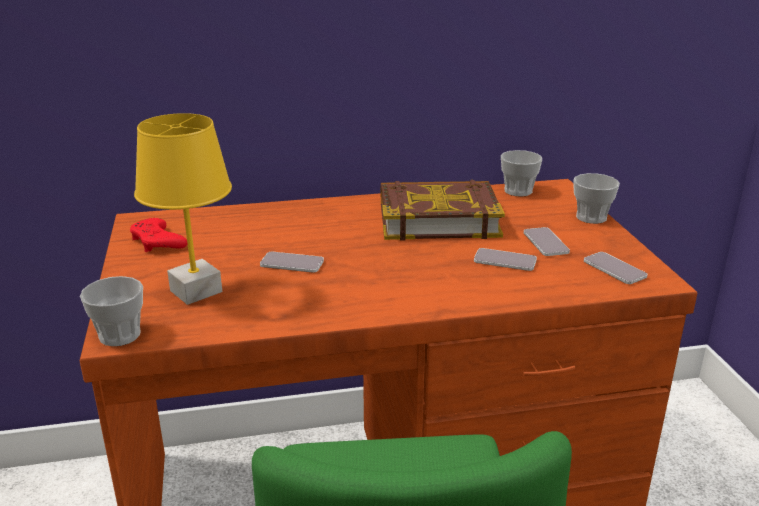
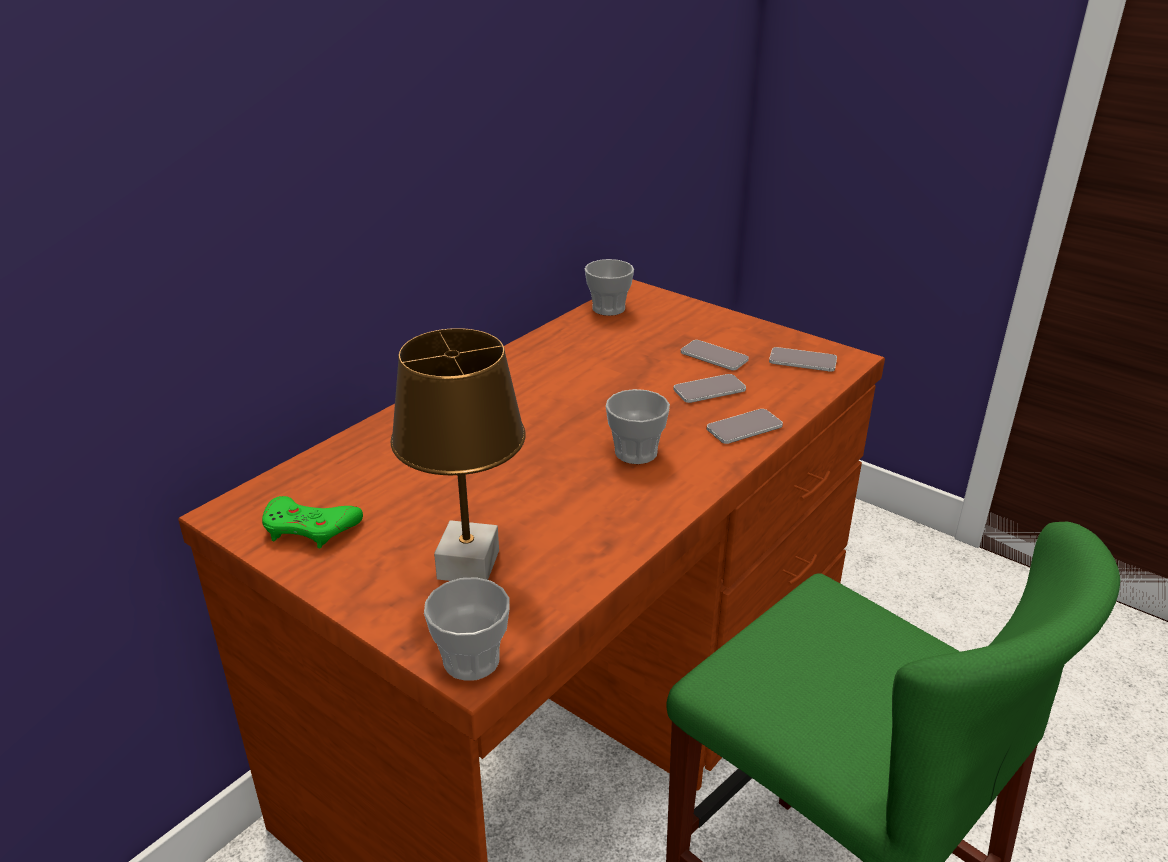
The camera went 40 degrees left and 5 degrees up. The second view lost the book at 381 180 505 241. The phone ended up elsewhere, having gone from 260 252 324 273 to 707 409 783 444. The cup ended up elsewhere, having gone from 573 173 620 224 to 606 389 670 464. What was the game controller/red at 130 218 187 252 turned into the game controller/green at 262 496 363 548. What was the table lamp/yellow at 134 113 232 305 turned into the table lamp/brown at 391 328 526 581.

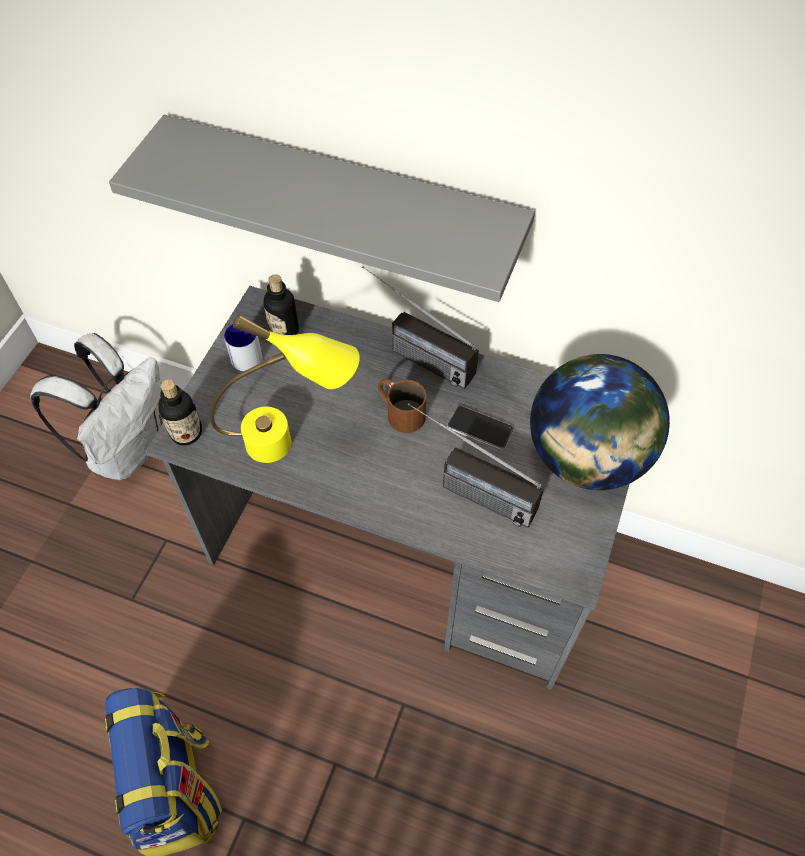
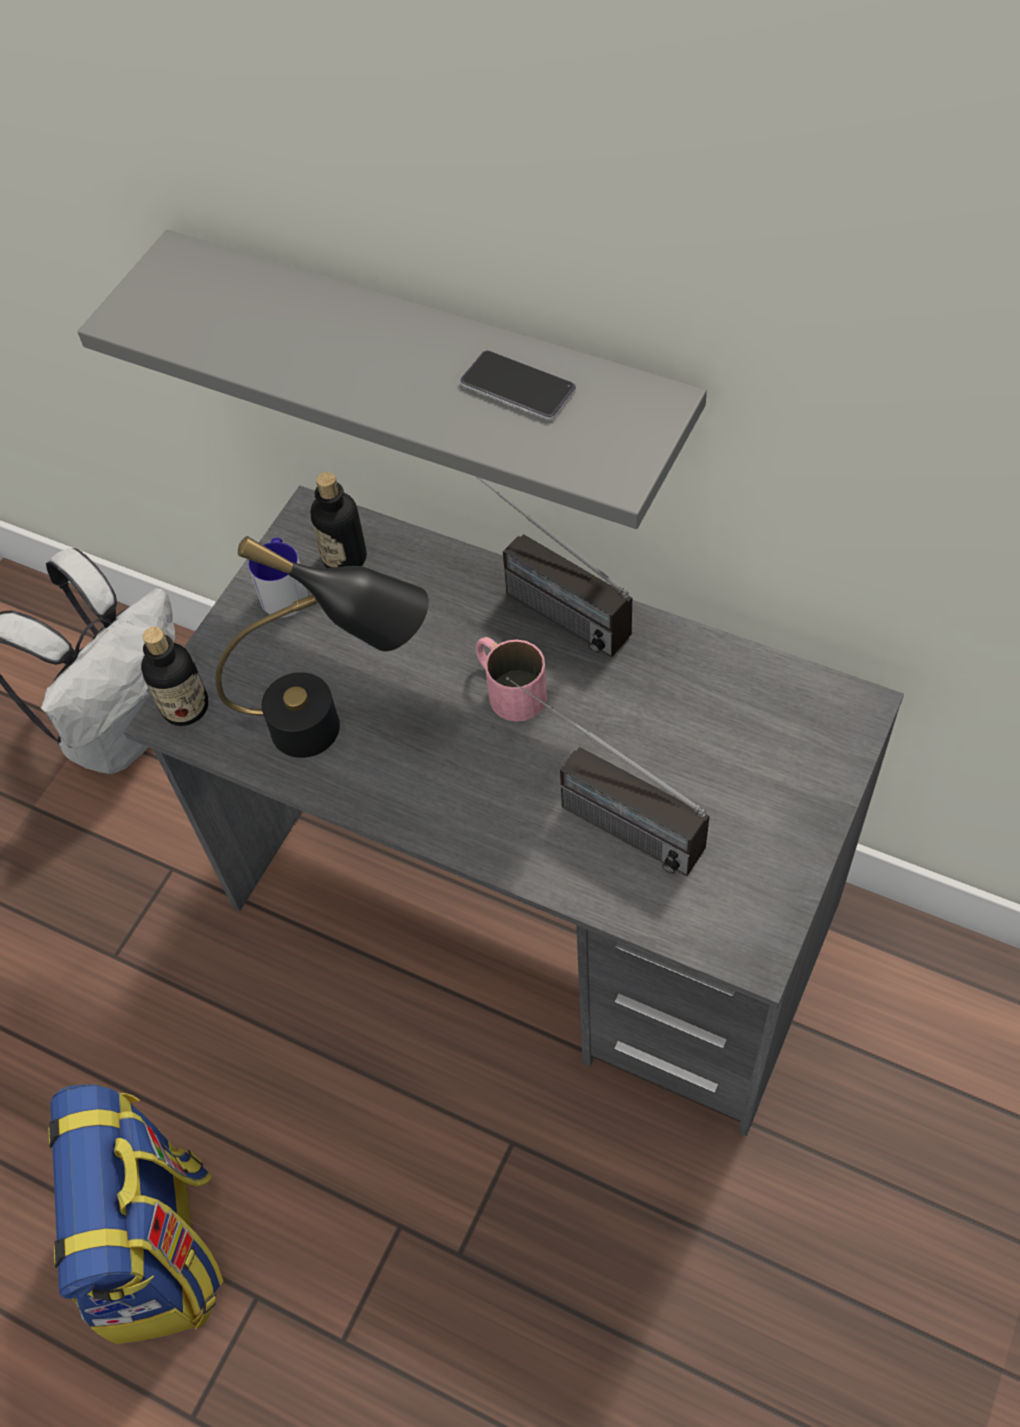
The camera went 10 degrees right and 0 degrees up. The second view lost the globe at 530 354 670 490. The phone ended up elsewhere, having gone from 447 405 514 450 to 460 350 576 420. What was the table lamp/yellow at 210 315 360 463 turned into the table lamp/black at 216 536 429 758. What was the mug/brown at 378 379 427 433 turned into the mug/pink at 475 637 547 722.

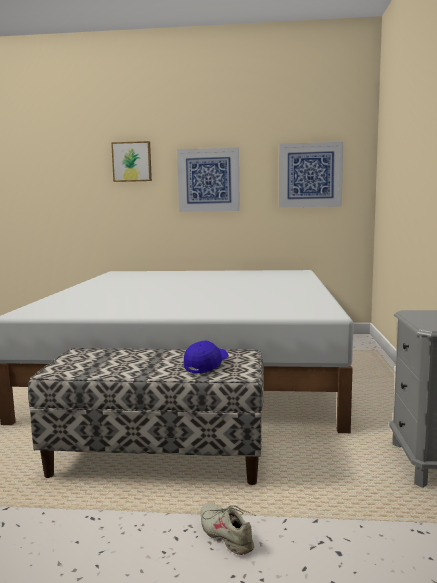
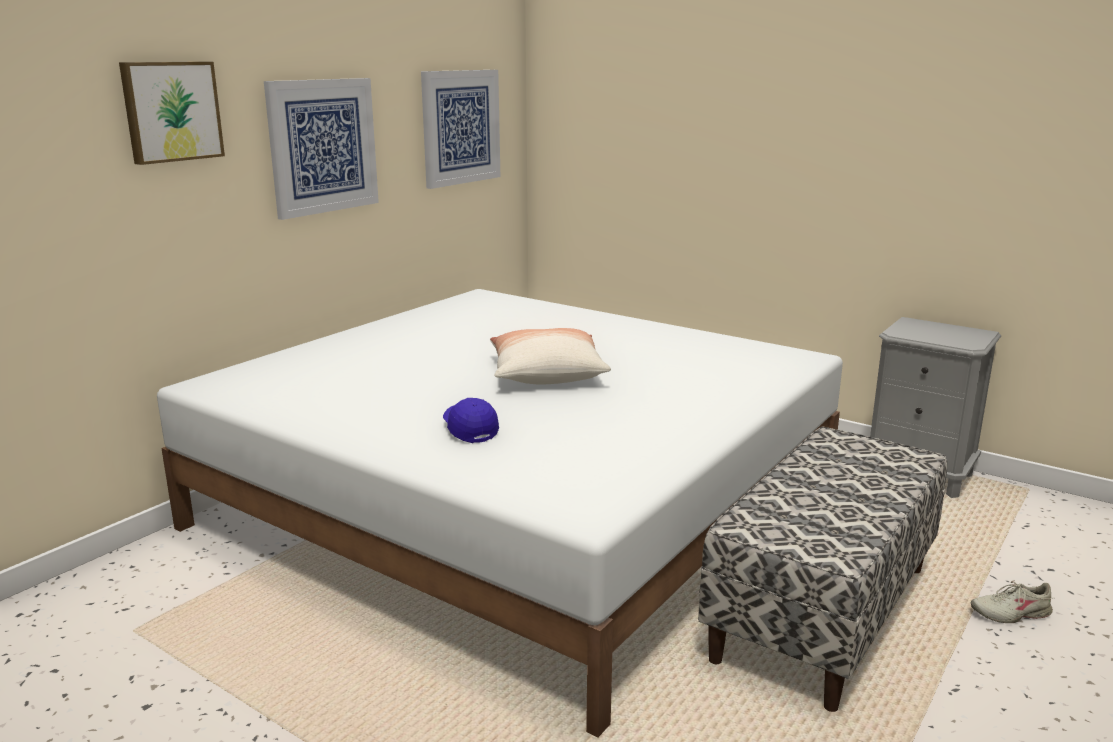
The camera went 60 degrees left and 10 degrees up. The second view gained the pillow at 490 328 611 385. The cap/blue ended up elsewhere, having gone from 184 340 229 374 to 443 398 499 443.

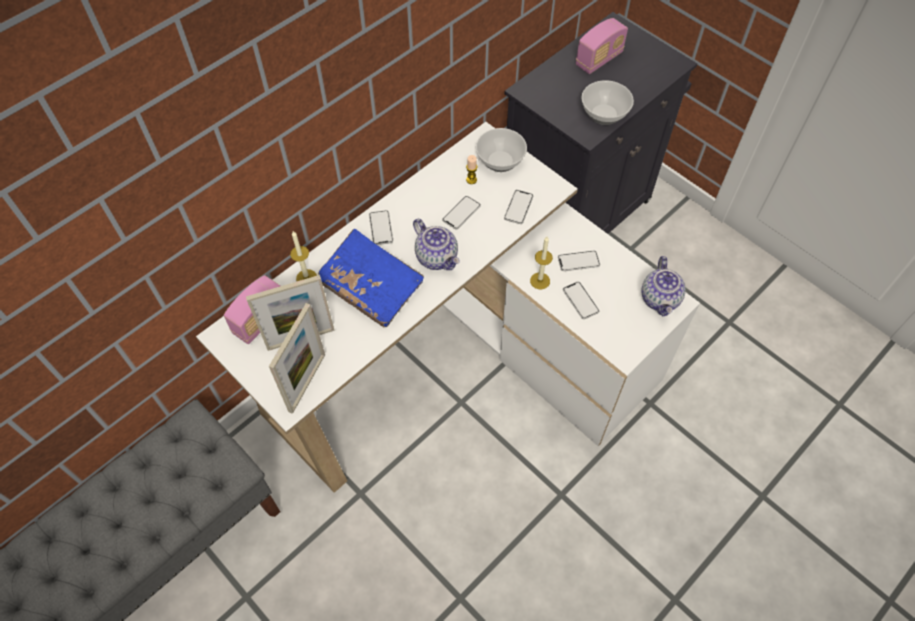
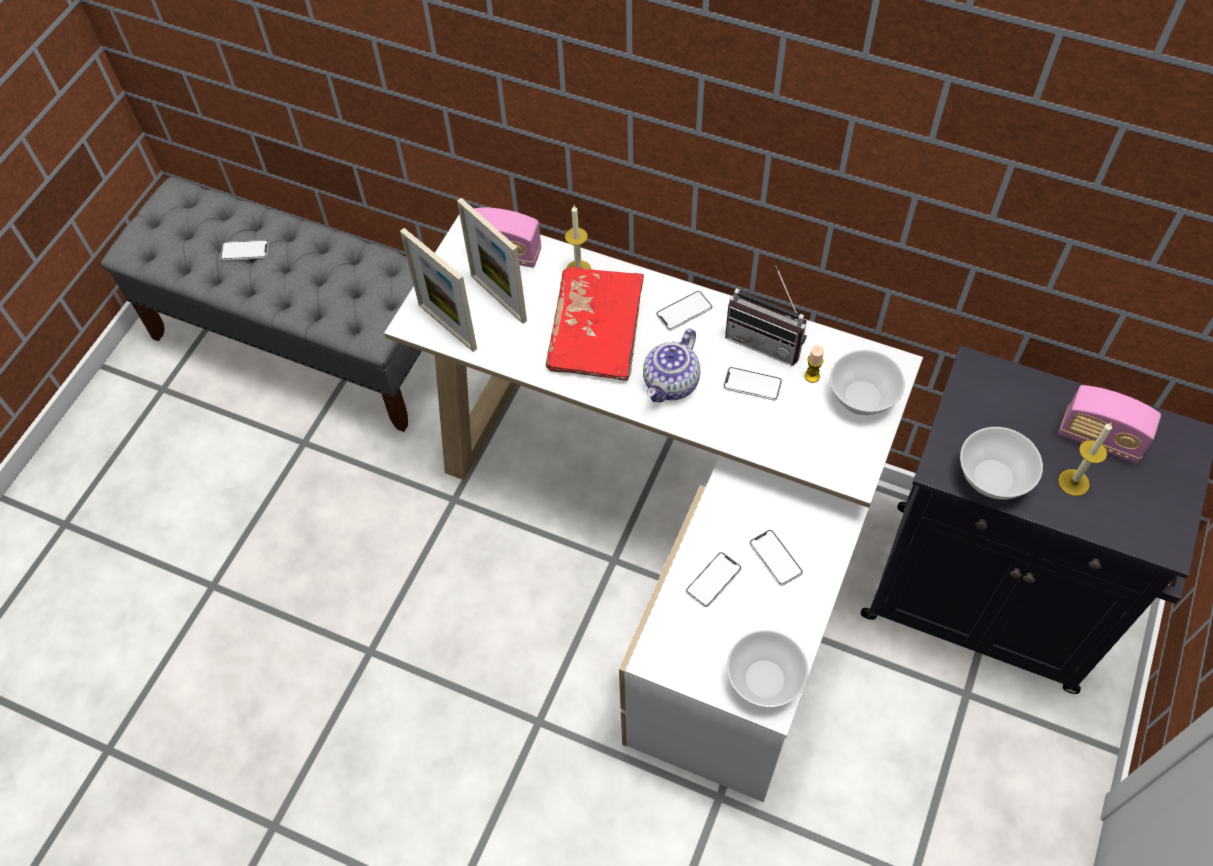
The camera went 70 degrees right and 0 degrees up. The second view gained the radio at 725 266 807 366. The phone ended up elsewhere, having gone from 504 190 533 224 to 220 240 269 260. The candle ended up elsewhere, having gone from 530 237 553 289 to 1058 423 1112 496. Where the teapot stood at 641 256 686 316, the bowl came to stand at 727 630 809 707. What was the book/blue at 318 229 424 327 turned into the book/red at 546 267 644 381. The picture frame at 269 303 325 414 ended up facing another way, 45 degrees clockwise from before.

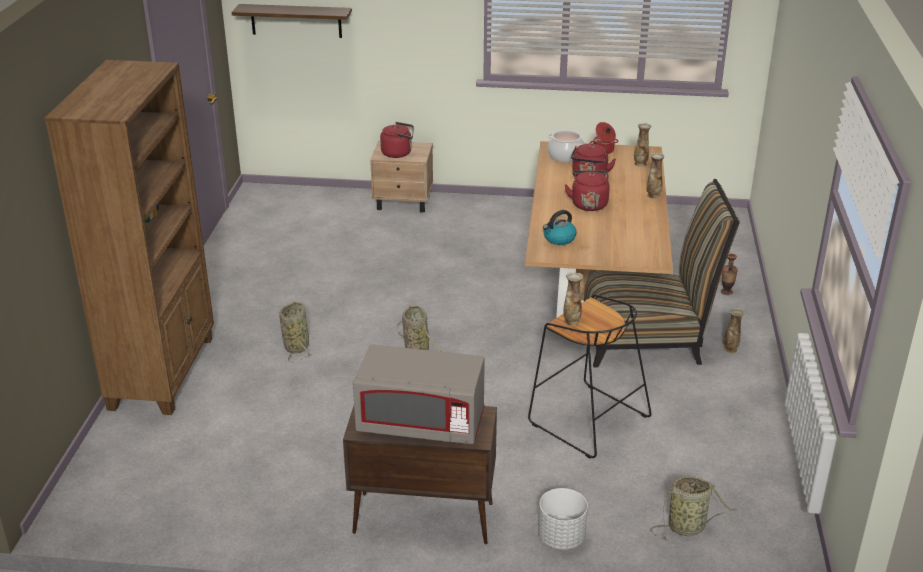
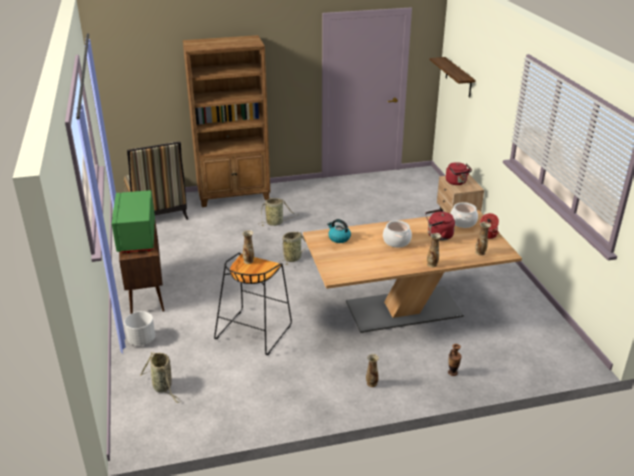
The camera went 70 degrees right and 0 degrees up. The chair ended up elsewhere, having gone from 584 179 740 367 to 124 142 189 220. Where the kettle/red stood at 565 170 610 211, the cooking pot came to stand at 383 221 412 248. What was the microwave/grey at 353 344 485 444 turned into the microwave/green at 112 190 155 253.

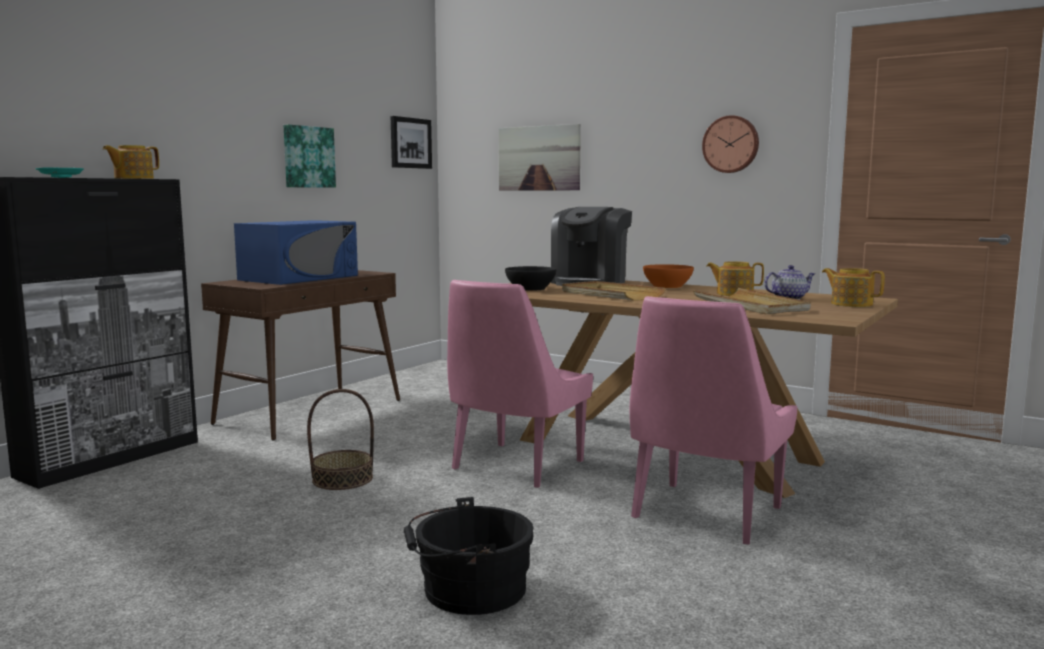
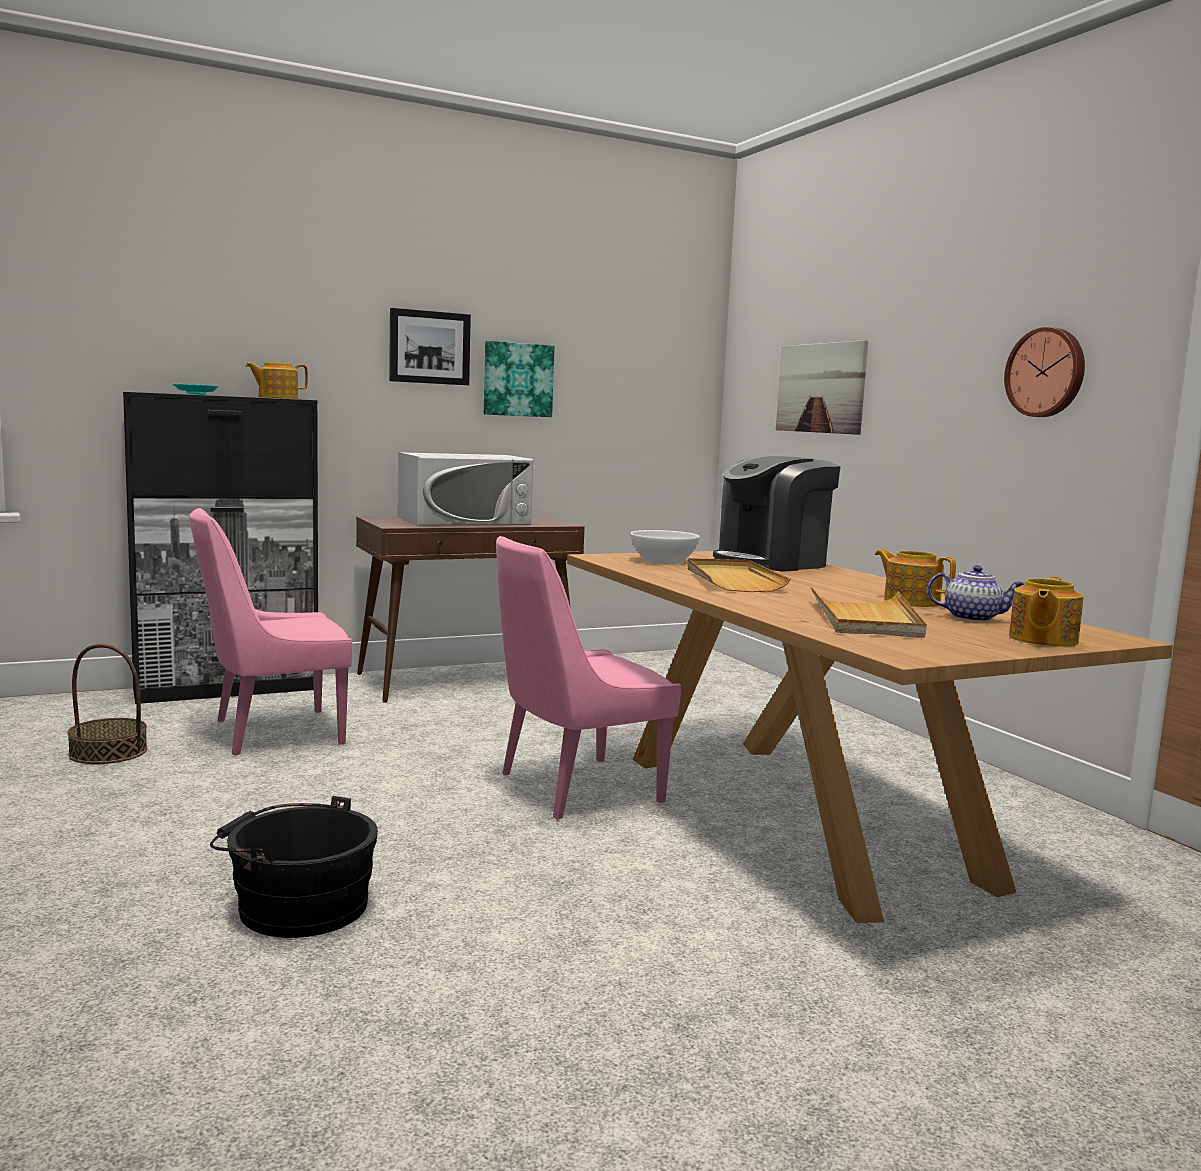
The camera went 30 degrees right and 0 degrees up. The second view lost the bowl/orange at 643 264 694 288. The basket ended up elsewhere, having gone from 307 389 374 490 to 67 644 148 764. The picture ended up elsewhere, having gone from 391 116 432 169 to 389 308 471 385. The chair/pink ended up elsewhere, having gone from 630 296 797 545 to 189 508 352 756. What was the microwave/blue at 234 220 358 285 turned into the microwave/white at 398 452 533 526. What was the bowl/black at 505 266 556 291 turned into the bowl/white at 631 530 700 564. The teapot at 822 268 885 307 ended up facing another way, 135 degrees counterclockwise from before.

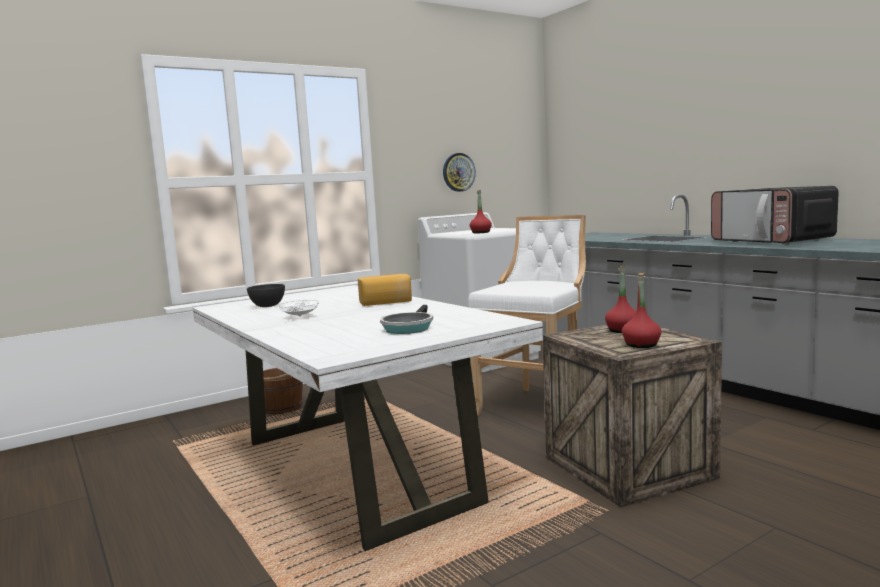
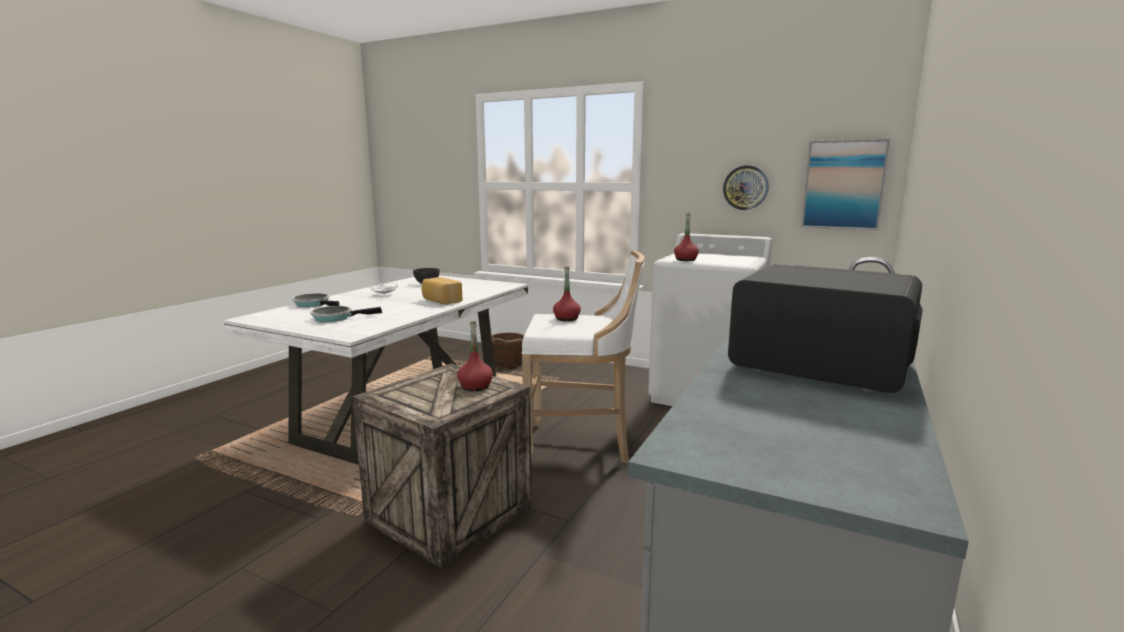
The camera went 60 degrees right and 5 degrees up. The second view gained the frying pan at 292 293 339 307. The second view gained the picture at 801 139 890 230. The bottle/red ended up elsewhere, having gone from 622 273 661 348 to 553 266 581 321. The microwave at 711 186 839 244 ended up facing another way, 90 degrees clockwise from before.

